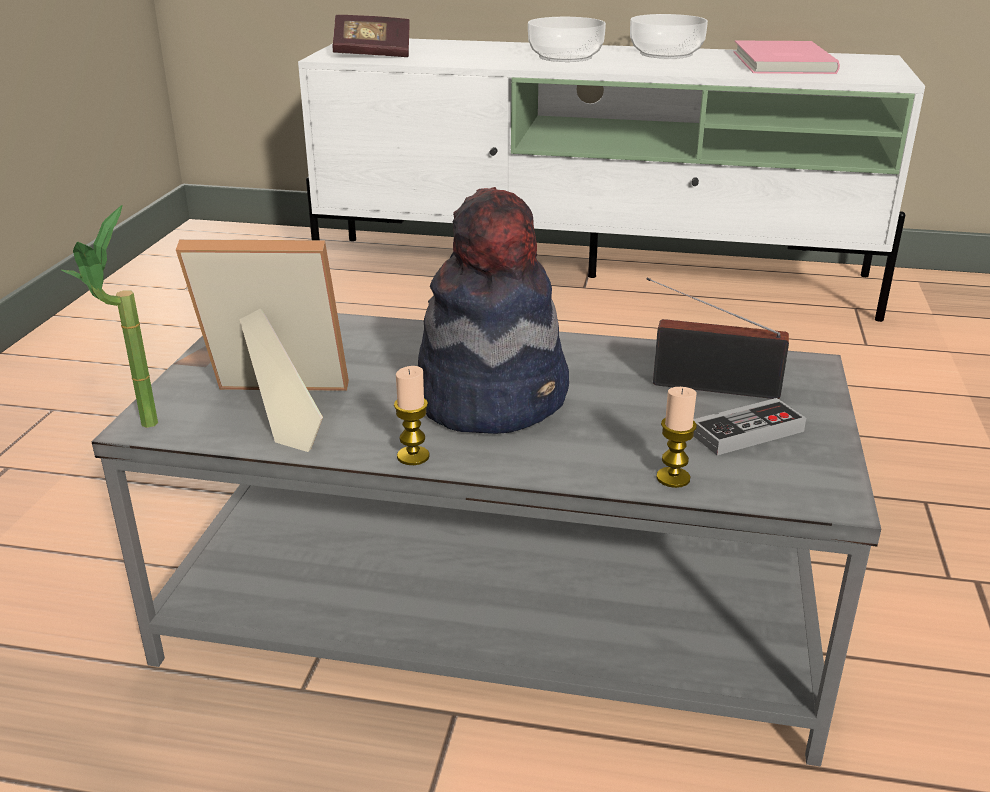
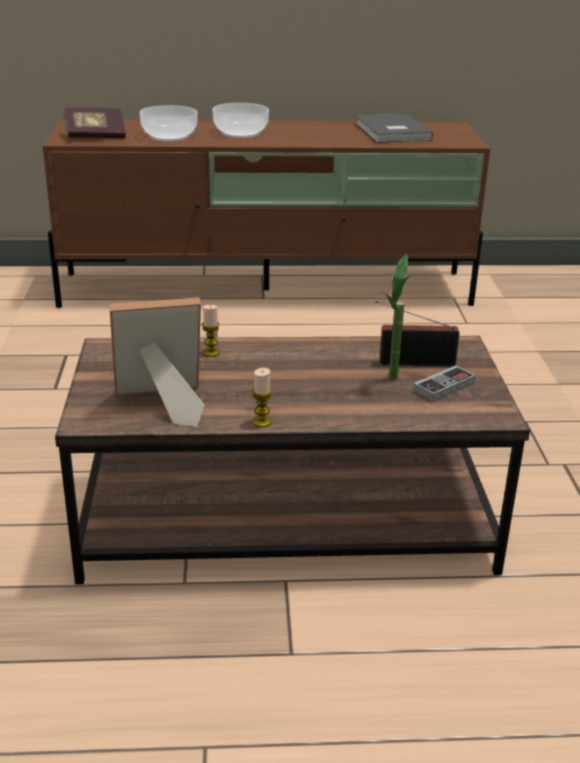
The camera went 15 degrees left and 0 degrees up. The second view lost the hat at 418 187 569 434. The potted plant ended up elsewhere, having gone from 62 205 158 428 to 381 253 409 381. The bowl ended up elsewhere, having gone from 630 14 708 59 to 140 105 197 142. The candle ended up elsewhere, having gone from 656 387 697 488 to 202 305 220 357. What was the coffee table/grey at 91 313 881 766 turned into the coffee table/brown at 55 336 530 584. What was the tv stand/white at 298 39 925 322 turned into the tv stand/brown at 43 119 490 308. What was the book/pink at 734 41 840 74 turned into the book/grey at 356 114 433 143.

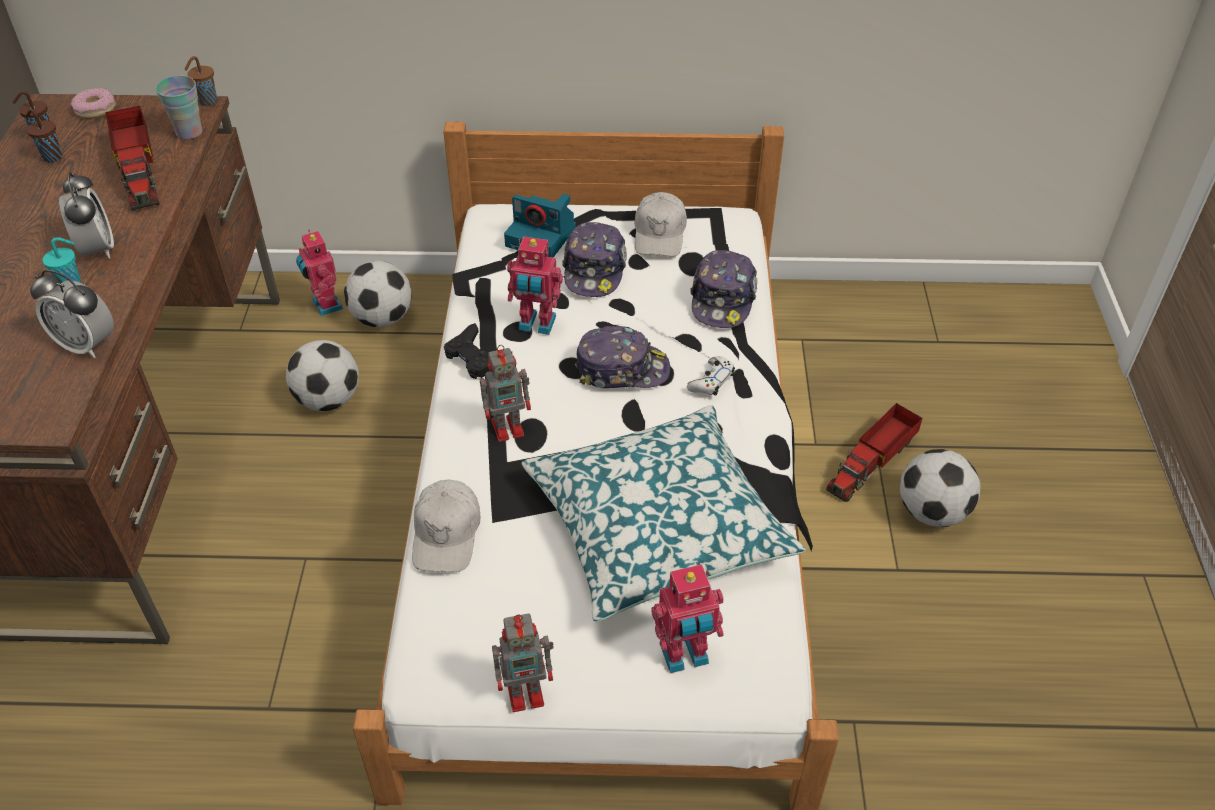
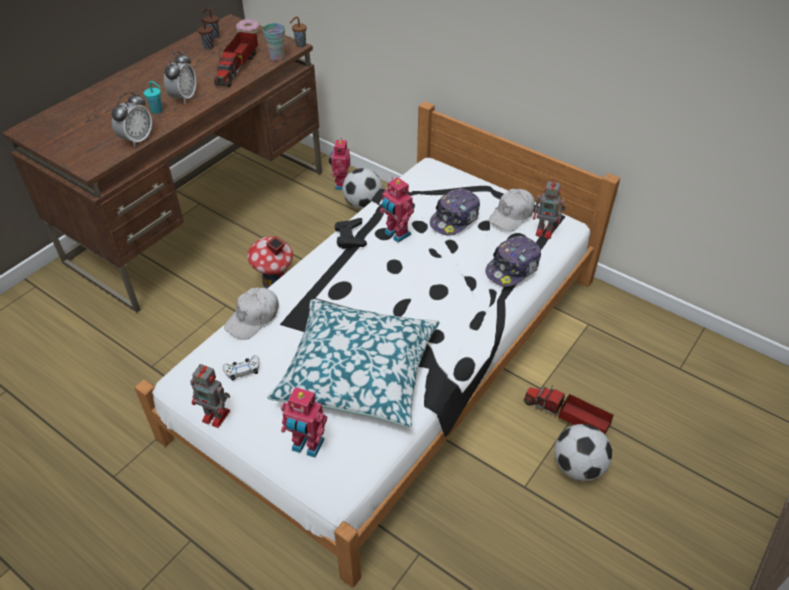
The camera went 35 degrees right and 0 degrees up. The second view lost the football at 286 340 359 411. The second view lost the photo camera at 504 194 576 258. The second view lost the cap at 575 326 670 388. The second view gained the toy house at 247 235 293 288. The toy robot ended up elsewhere, having gone from 480 345 531 442 to 533 178 566 239. The game controller/white ended up elsewhere, having gone from 687 356 735 396 to 223 355 259 381. The alarm clock at 30 270 114 358 ended up facing another way, 120 degrees counterclockwise from before. The toy truck at 826 403 922 502 ended up facing another way, 45 degrees clockwise from before.

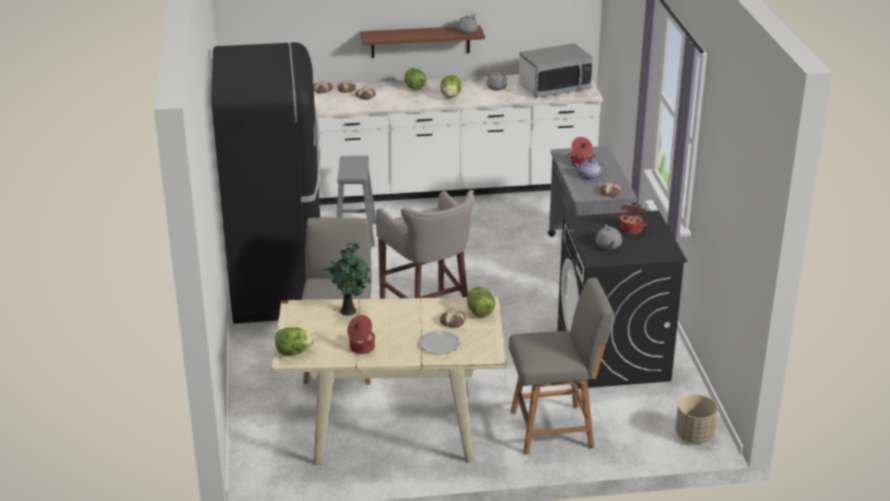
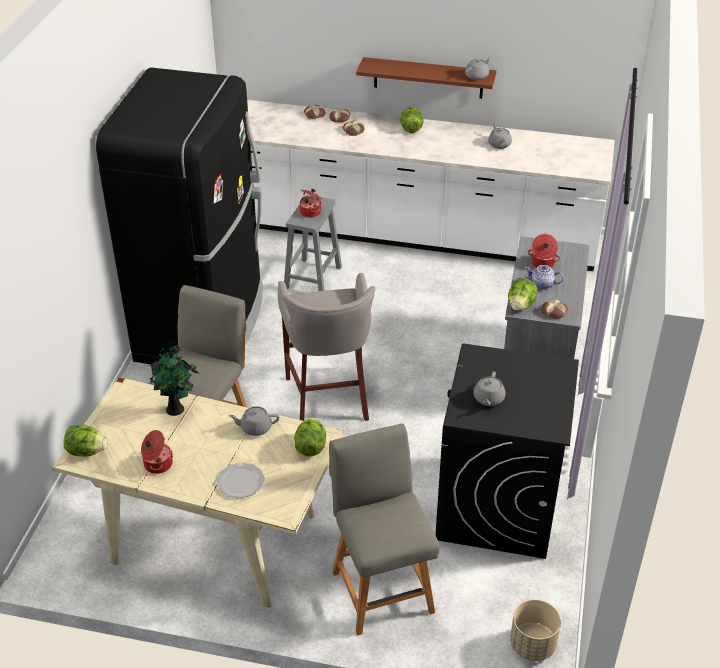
The camera went 20 degrees right and 10 degrees up. The second view lost the bread at 440 309 466 328. The second view lost the microwave at 519 43 593 98. The second view gained the teapot/grey at 228 406 279 436. The lettuce ended up elsewhere, having gone from 440 75 461 98 to 508 279 538 311. The cooking pot ended up elsewhere, having gone from 617 202 647 234 to 300 188 322 218. The chair/grey at 509 278 614 455 ended up facing another way, 120 degrees counterclockwise from before.

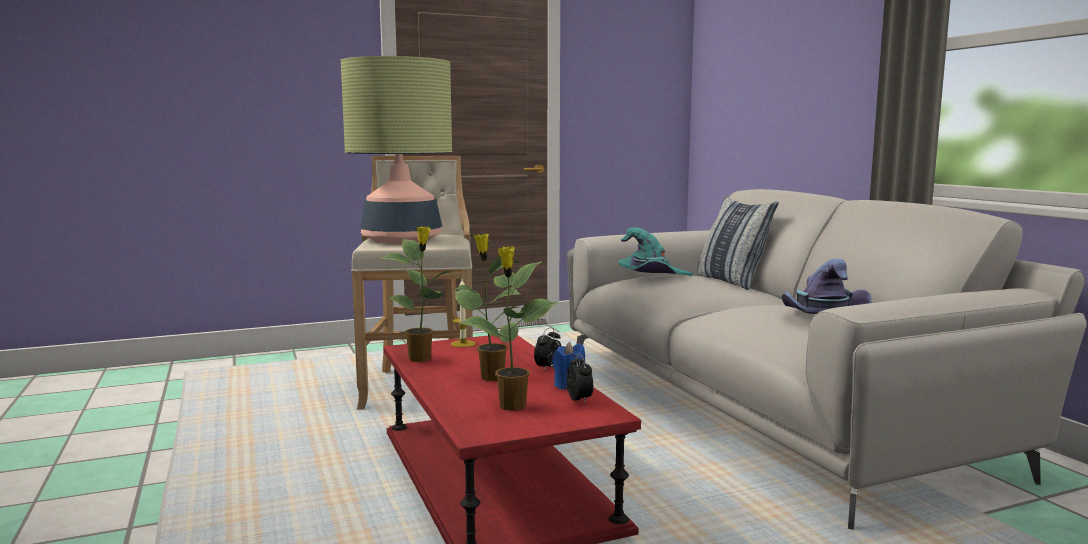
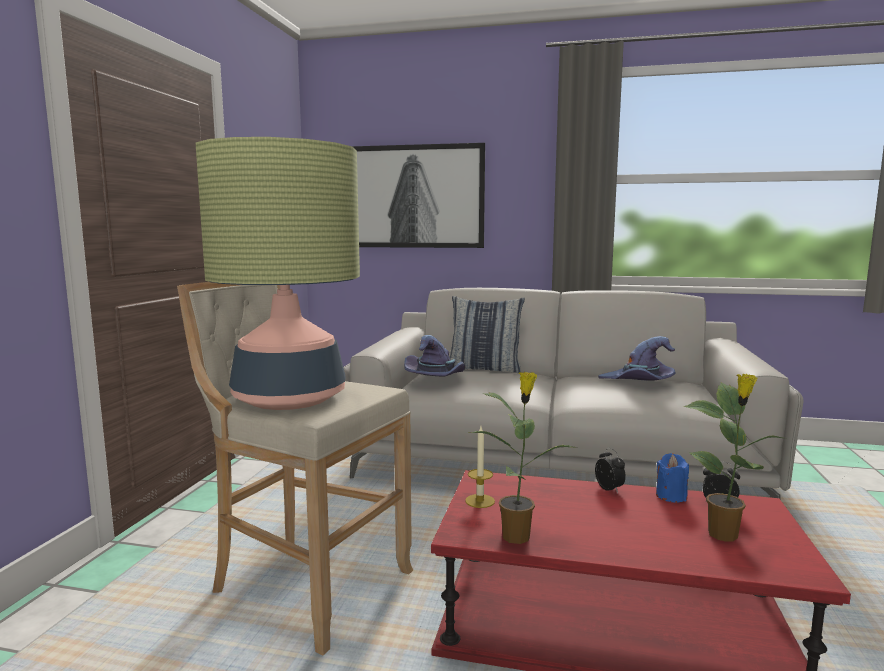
The camera went 55 degrees left and 0 degrees up. The second view lost the potted plant at 455 233 521 381. The second view gained the picture at 352 143 485 248. What was the hat/turquoise at 618 227 693 276 turned into the hat/purple at 404 335 465 377.

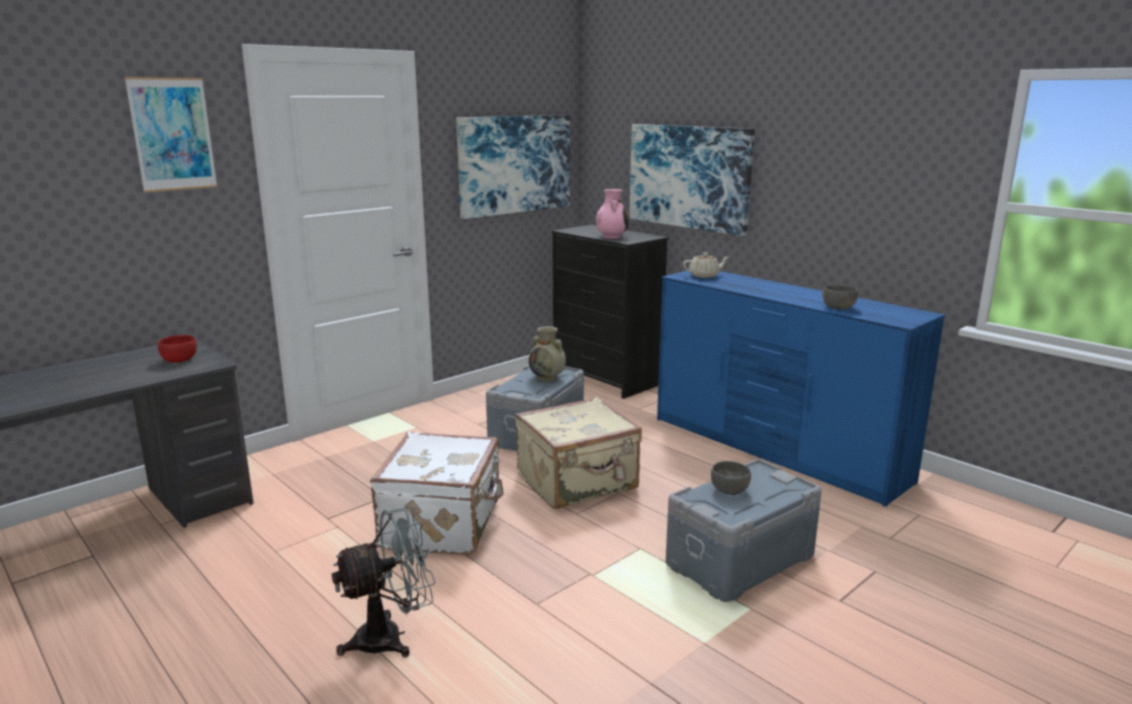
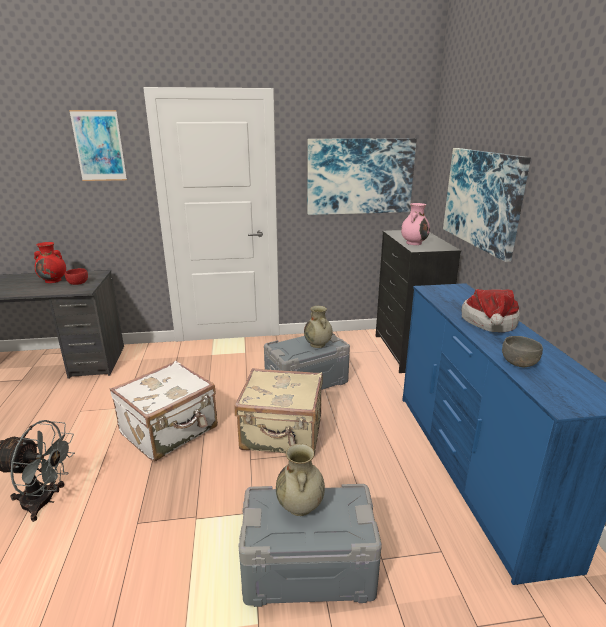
The camera went 35 degrees right and 5 degrees up. The second view lost the teapot/beige at 683 253 729 278. The second view gained the vase/red at 34 242 66 283. The second view gained the hat at 462 289 520 332. Where the bowl/grey stood at 711 461 751 495, the vase/beige came to stand at 276 444 325 516.

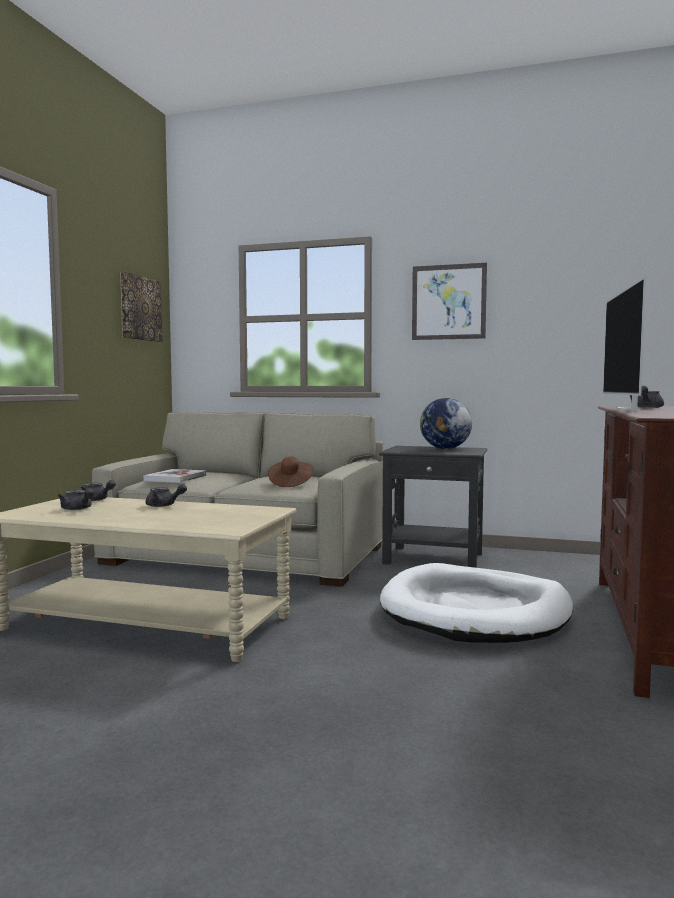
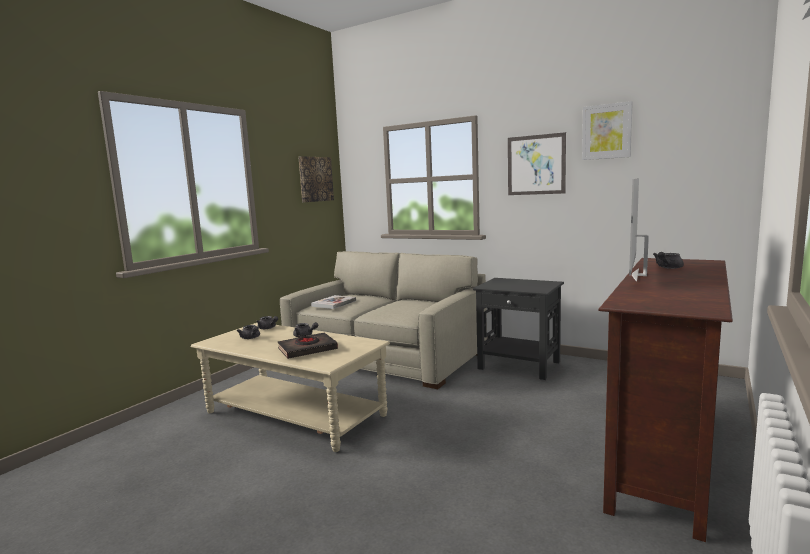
The camera went 15 degrees right and 5 degrees up. The second view lost the hat/brown at 268 457 314 487. The second view lost the dog bed/white at 380 563 573 643. The second view lost the globe at 420 398 472 449. The second view gained the book/black at 277 333 338 359. The second view gained the picture at 582 101 633 160.

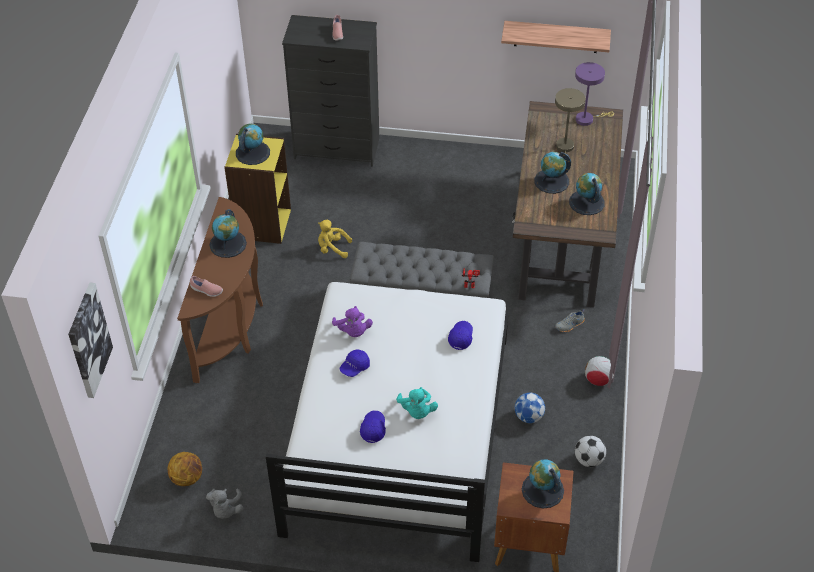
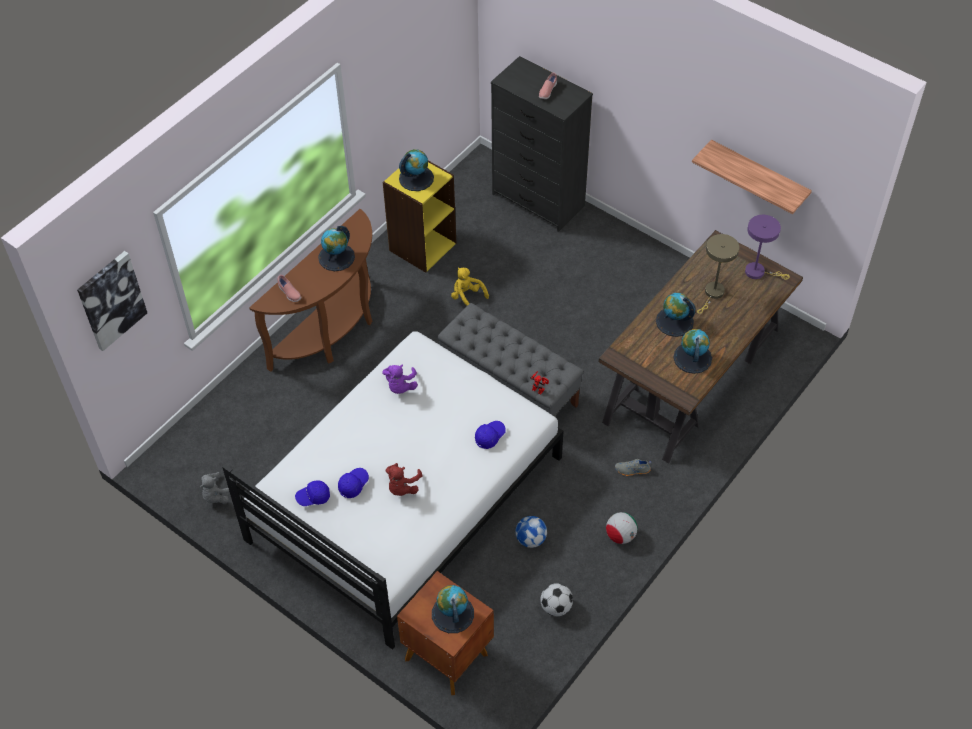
The camera went 30 degrees right and 5 degrees up. The second view lost the basketball at 168 452 202 486. The cap/blue ended up elsewhere, having gone from 340 350 370 377 to 295 480 330 506. What was the plush toy/turquoise at 396 387 438 419 turned into the plush toy/red at 386 463 423 496.

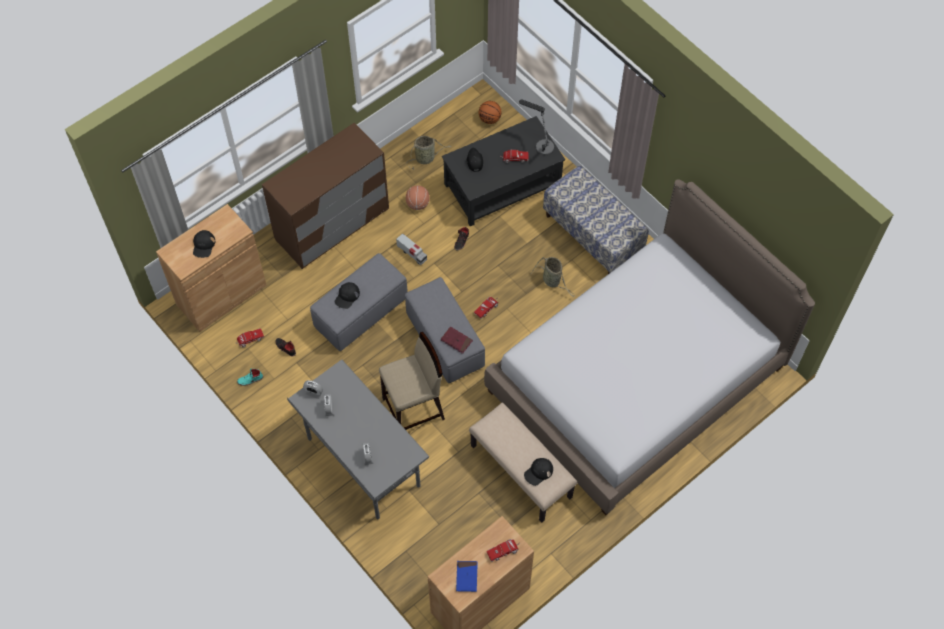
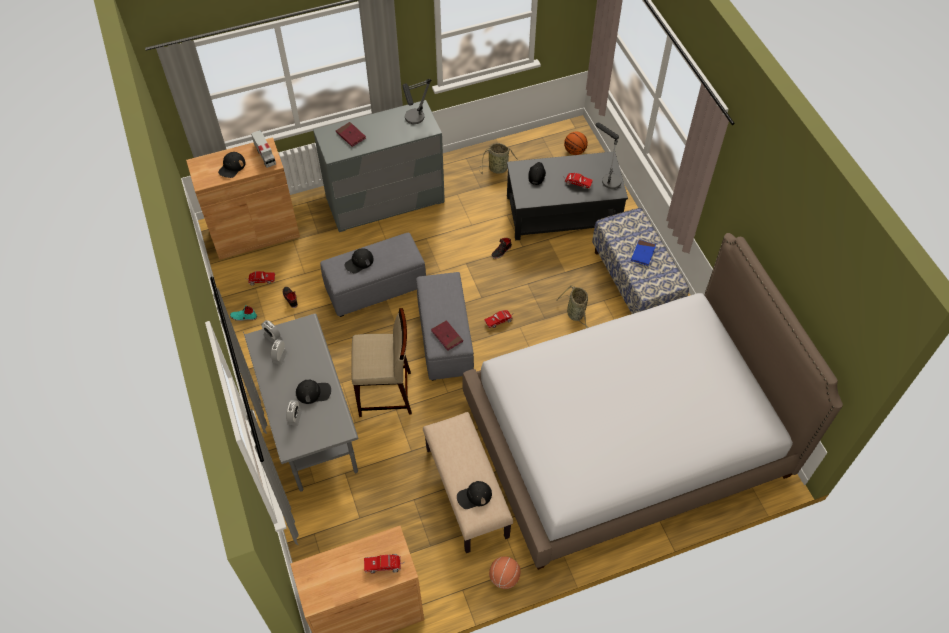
The camera went 20 degrees right and 5 degrees down. The second view gained the cap/black at 296 379 331 404. The second view gained the book/red at 336 122 366 147. The second view gained the table lamp at 402 79 431 124. The toy truck ended up elsewhere, having gone from 396 233 427 265 to 251 130 276 168. The basketball ended up elsewhere, having gone from 406 186 430 210 to 489 557 521 589. The book/blue ended up elsewhere, having gone from 456 561 478 592 to 631 240 656 266. What was the dresser/brown at 262 123 389 269 turned into the dresser/grey at 313 100 445 232.

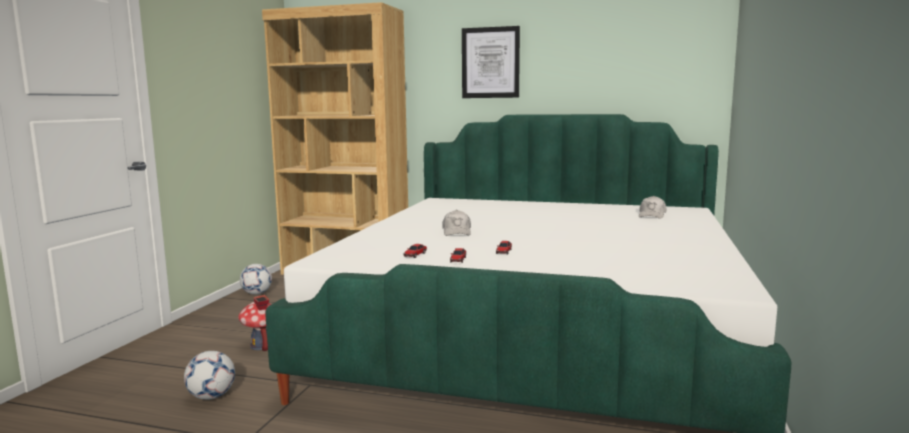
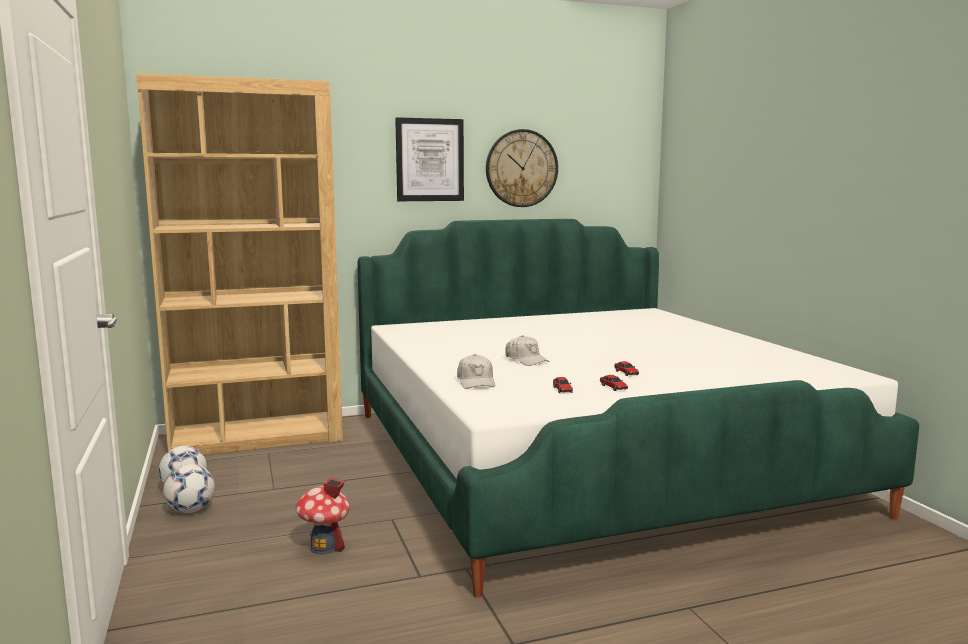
The camera went 35 degrees left and 0 degrees up. The second view gained the wall clock at 486 129 558 207. The football ended up elsewhere, having gone from 184 351 235 400 to 163 464 215 513. The cap/white ended up elsewhere, having gone from 639 196 666 219 to 457 354 495 389.

